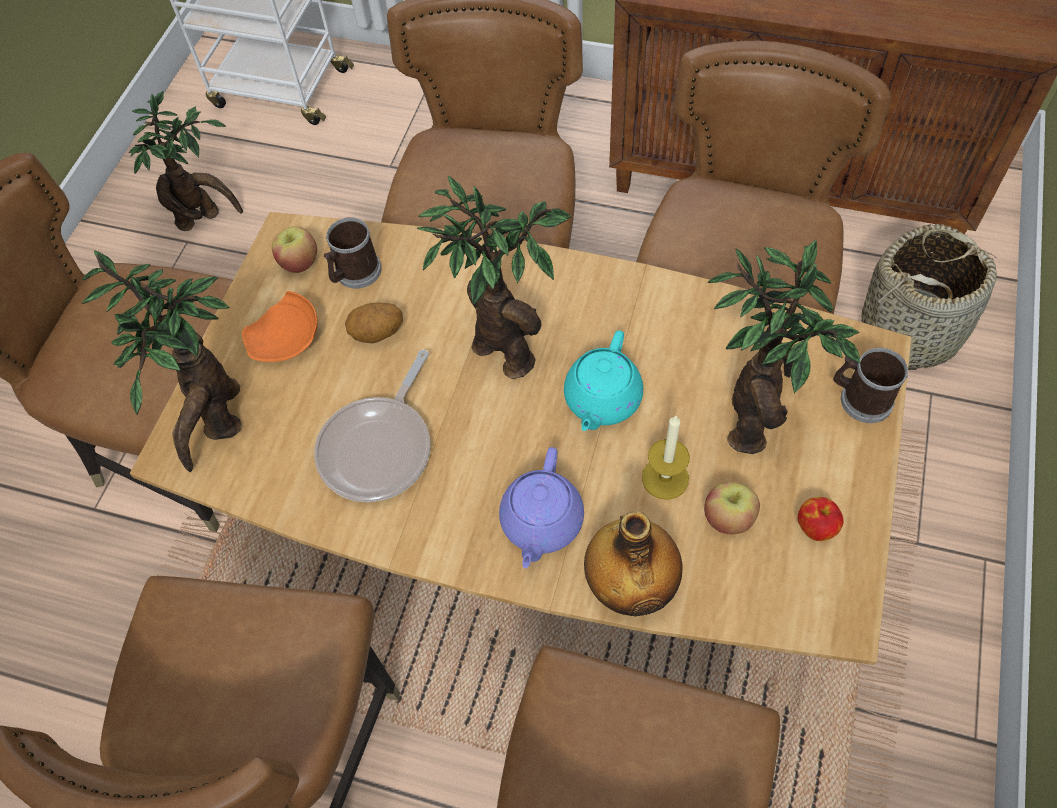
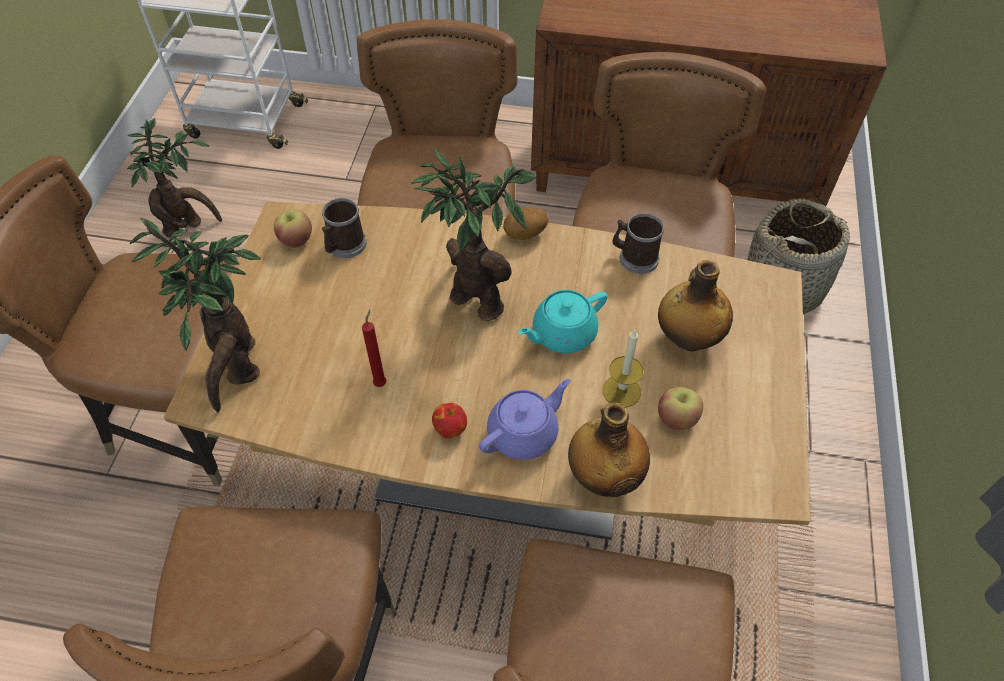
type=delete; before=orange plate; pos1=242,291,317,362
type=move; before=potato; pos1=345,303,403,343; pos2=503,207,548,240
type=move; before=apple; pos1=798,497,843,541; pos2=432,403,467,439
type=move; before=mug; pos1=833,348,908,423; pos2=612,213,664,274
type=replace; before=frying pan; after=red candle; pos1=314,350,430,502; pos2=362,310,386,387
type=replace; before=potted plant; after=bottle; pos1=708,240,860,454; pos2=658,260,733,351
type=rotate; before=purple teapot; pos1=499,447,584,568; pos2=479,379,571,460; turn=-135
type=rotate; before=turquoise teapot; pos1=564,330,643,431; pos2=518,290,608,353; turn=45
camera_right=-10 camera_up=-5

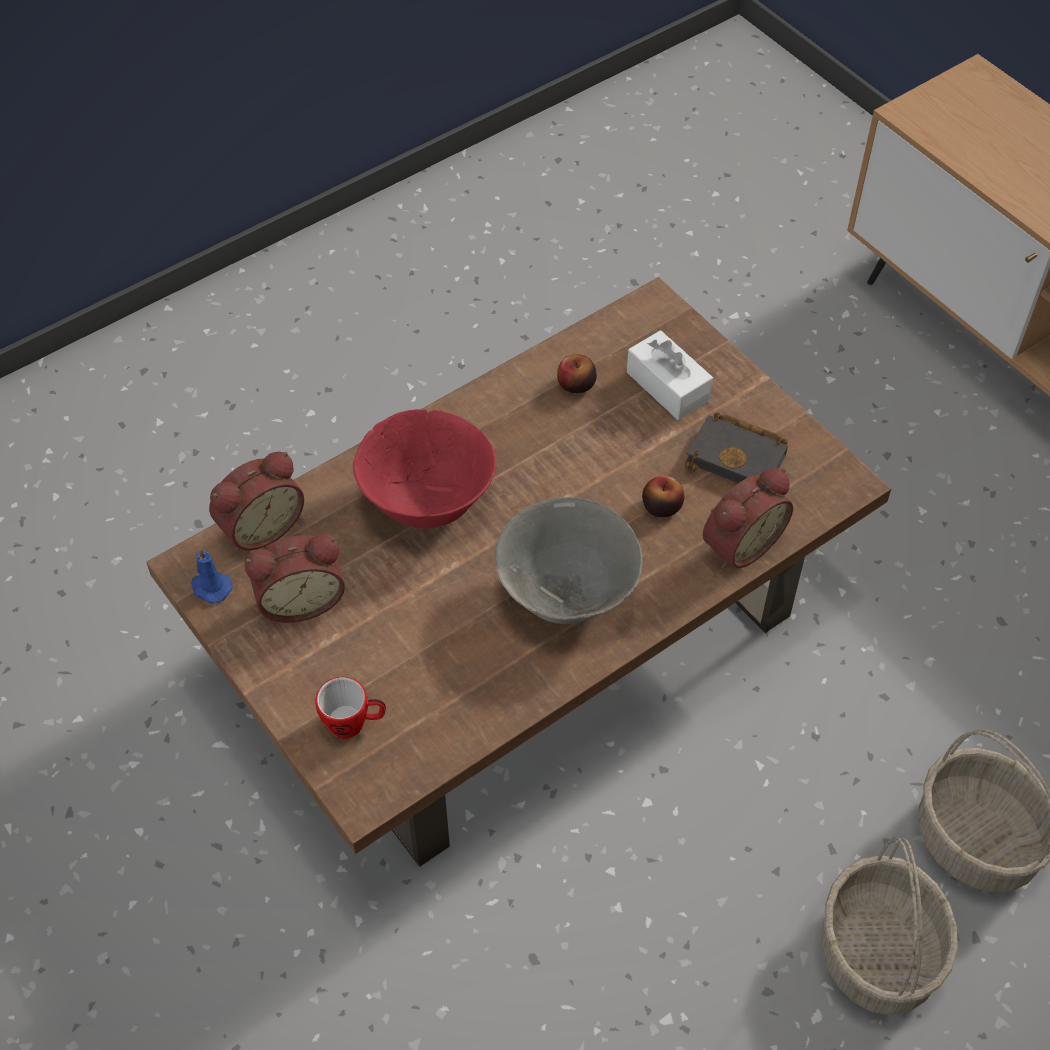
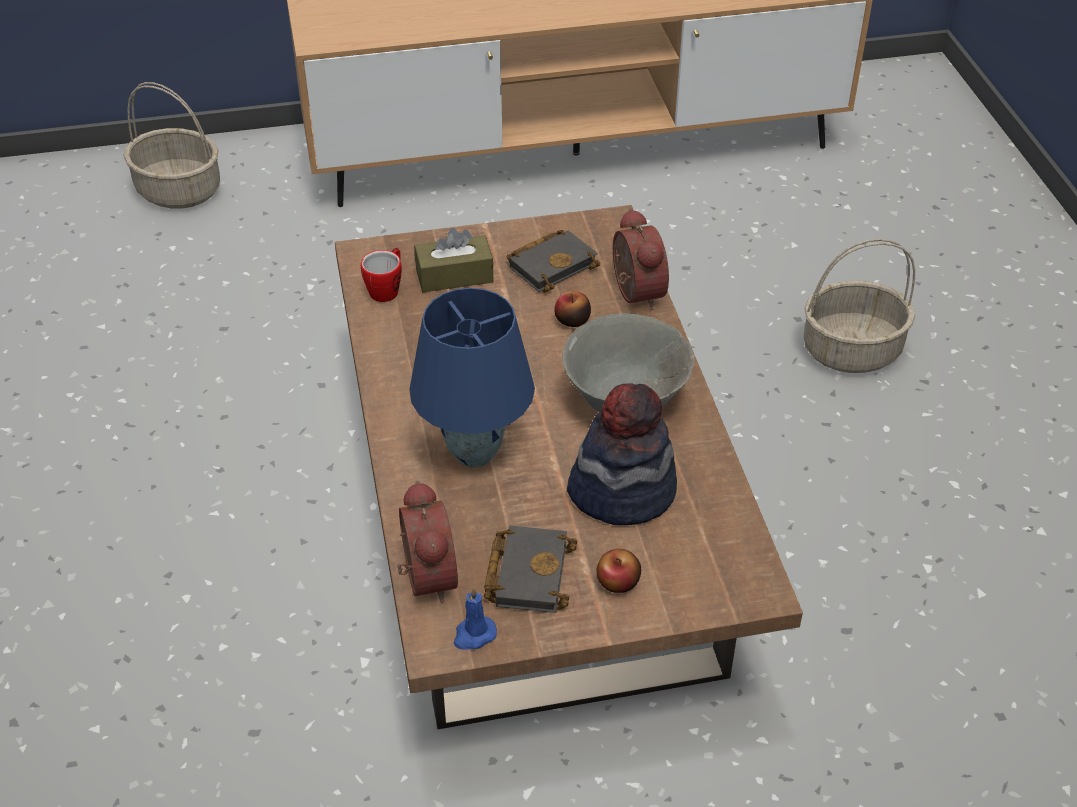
type=insert; after=hat; pos2=567,383,677,525
type=move; before=mug; pos1=315,677,386,739; pos2=361,248,402,302
type=move; before=apple; pos1=557,354,597,393; pos2=596,549,641,593
type=move; before=basket; pos1=822,836,958,1015; pos2=124,82,220,209
type=replace; before=alarm clock; after=black book; pos1=244,534,345,623; pos2=484,526,577,613
type=replace; before=red bowl; after=blue table lamp; pos1=353,409,496,529; pos2=409,288,535,467
type=recolor; before=white tissue box; after=brown tissue box; pos1=627,330,713,420; pos2=414,228,494,292
camera_right=-65 camera_up=-10

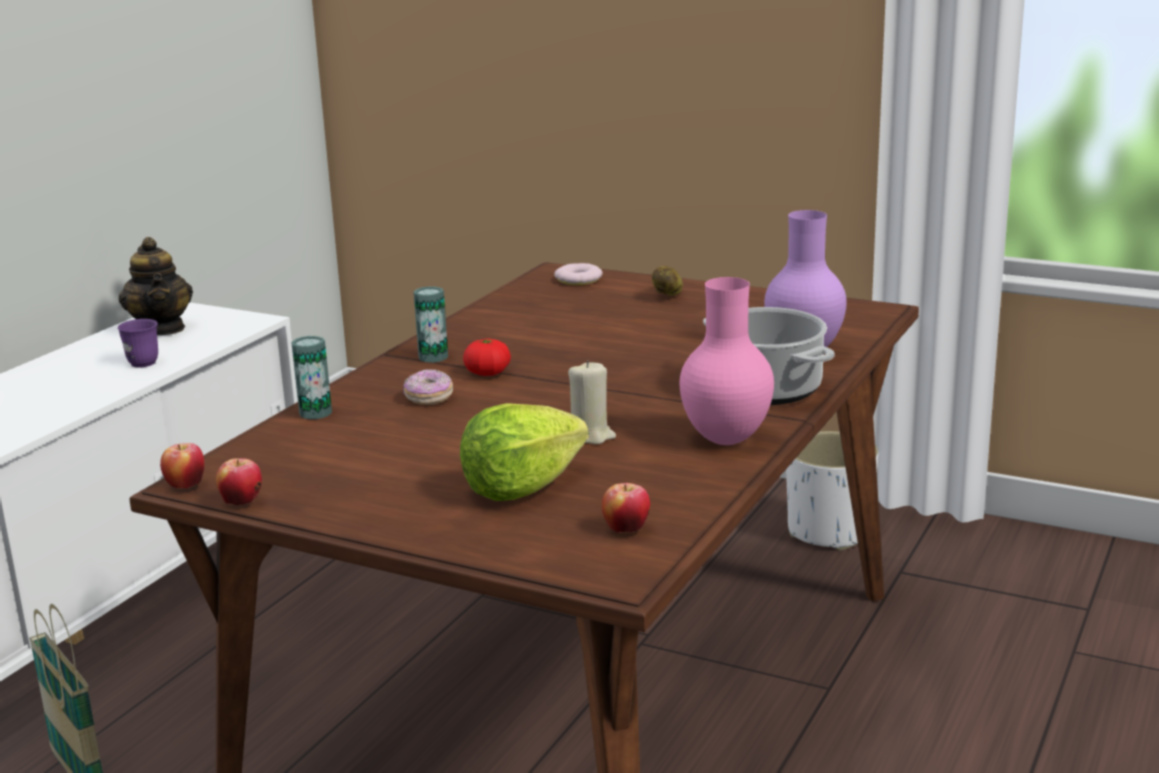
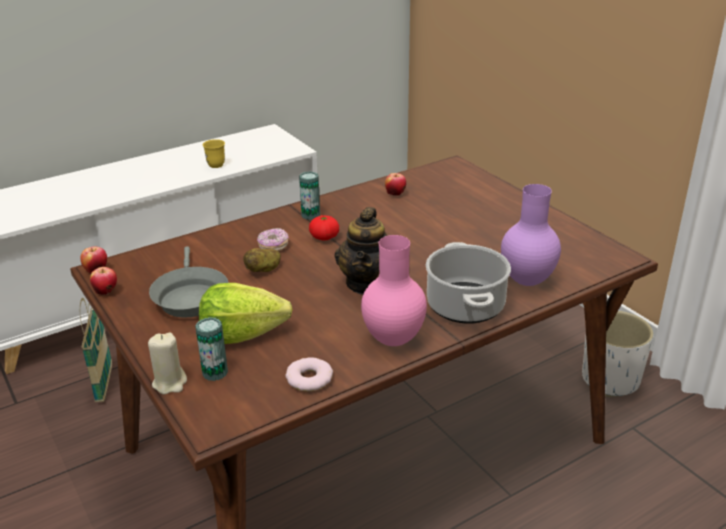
type=insert; after=grey frying pan; pos2=149,246,228,318
type=move; before=teapot; pos1=119,237,193,335; pos2=335,207,387,295
type=move; before=can; pos1=291,336,332,419; pos2=195,317,228,381
type=move; before=donut; pos1=554,263,603,285; pos2=285,358,333,391
type=move; before=beige candle; pos1=568,360,616,444; pos2=148,333,187,394
type=move; before=apple; pos1=602,483,650,533; pos2=385,173,406,196
type=move; before=potato; pos1=652,266,683,296; pos2=243,248,281,272
type=recolor; before=purple mug; after=yellow mug; pos1=118,319,158,367; pos2=203,139,225,168
camera_right=30 camera_up=10

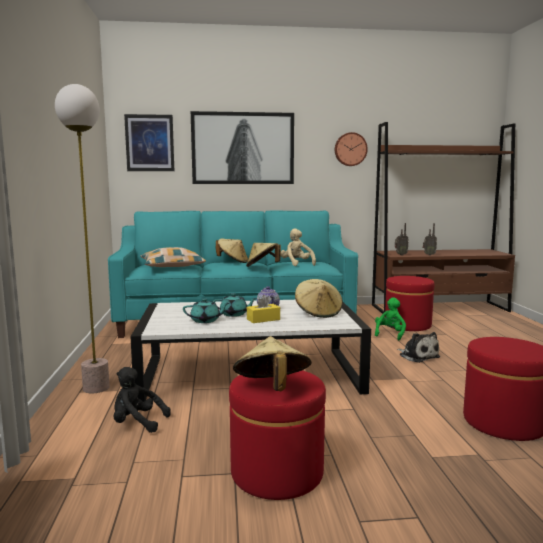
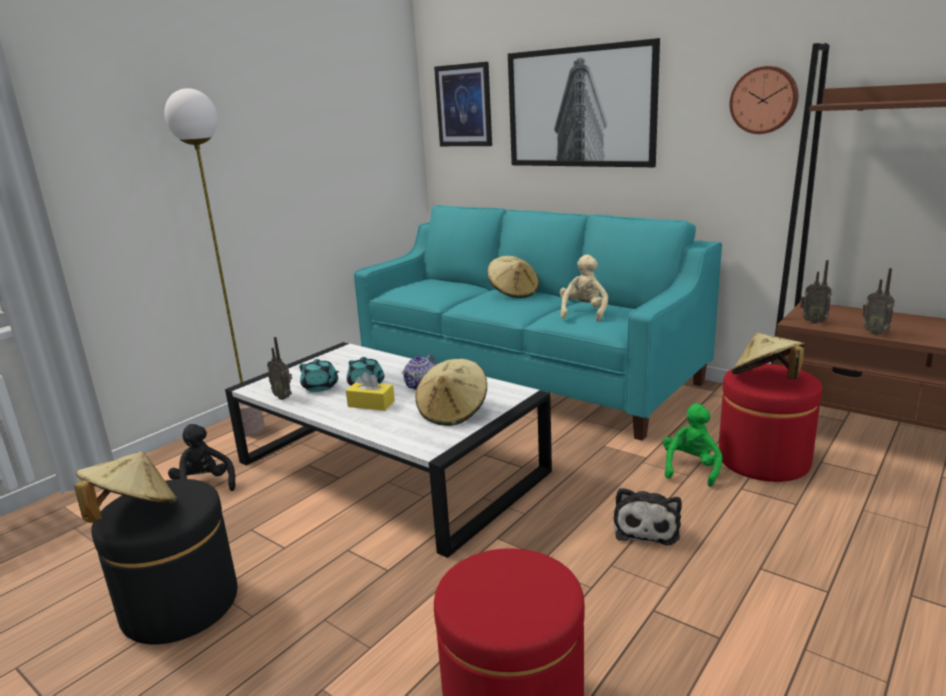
type=delete; before=pillow; pos1=141,247,206,267
type=insert; after=radio; pos2=267,337,292,400
type=move; before=beige hat; pos1=246,243,281,267; pos2=732,333,805,379
type=recolor; before=red ottoman; after=black ottoman; pos1=229,370,326,500; pos2=91,479,237,644
type=rotate; before=green plush toy; pos1=375,297,406,340; pos2=663,403,722,487; turn=-45
camera_right=45 camera_up=10

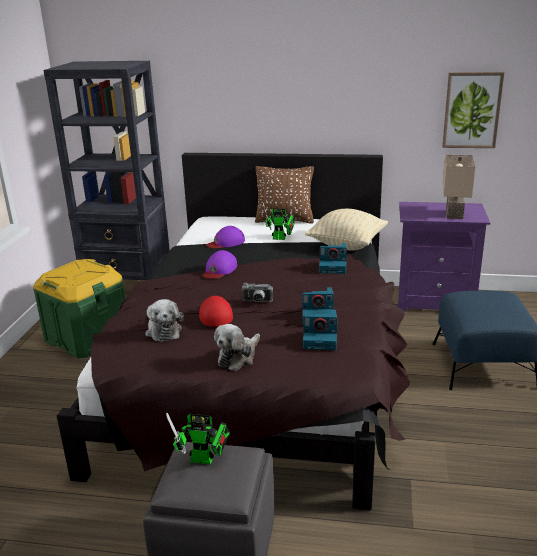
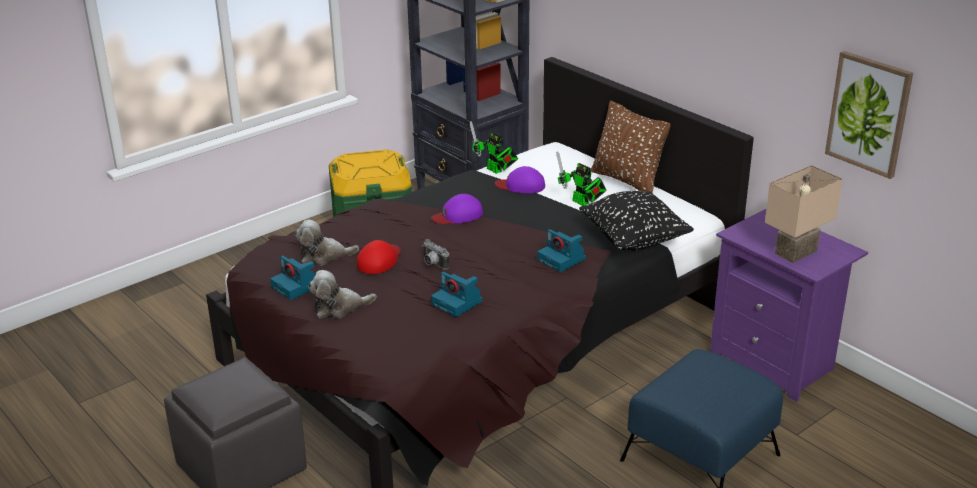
type=move; before=toy robot; pos1=166,413,230,465; pos2=470,121,518,174
type=move; before=photo camera; pos1=303,310,337,350; pos2=270,256,316,300
type=recolor; before=beige pillow; after=black pillow; pos1=305,209,388,250; pos2=579,191,694,251
type=rotate; before=plush toy; pos1=145,299,184,342; pos2=295,219,359,266; turn=60
camera_right=40 camera_up=5

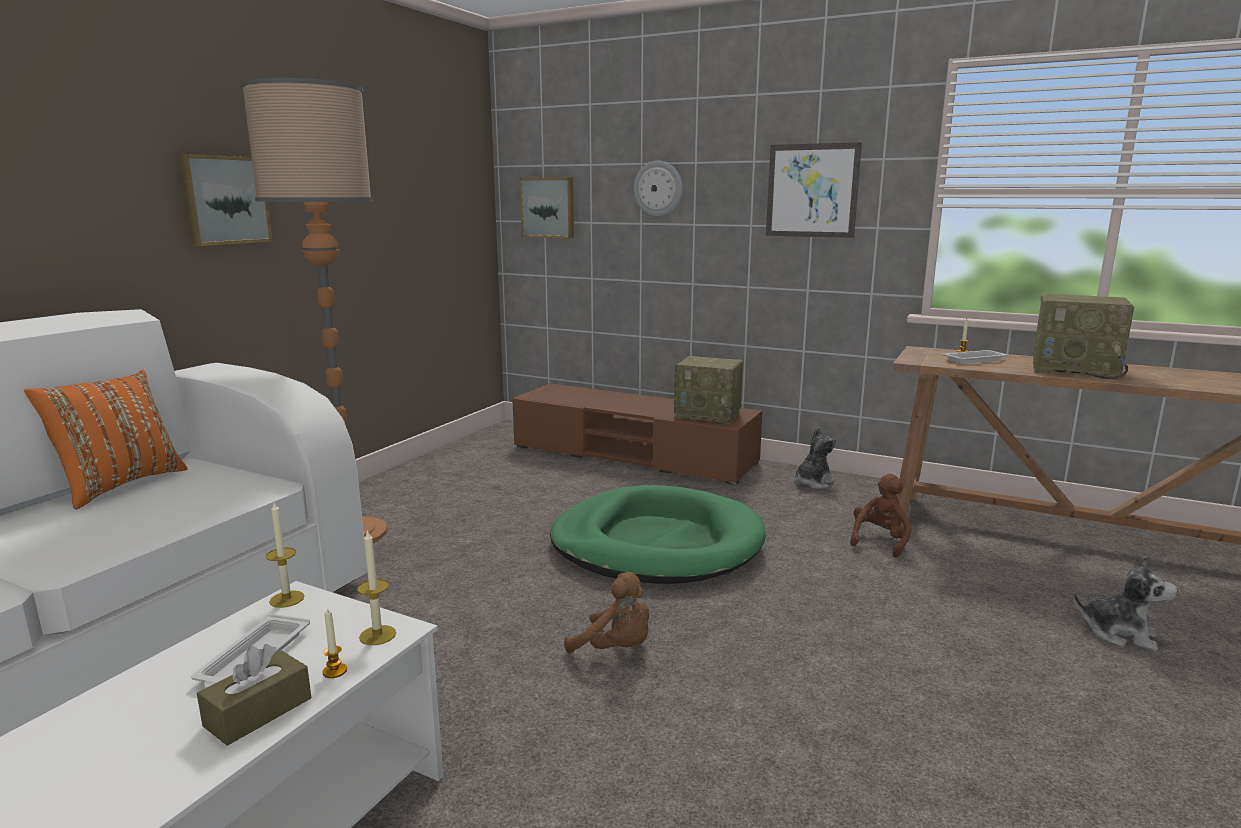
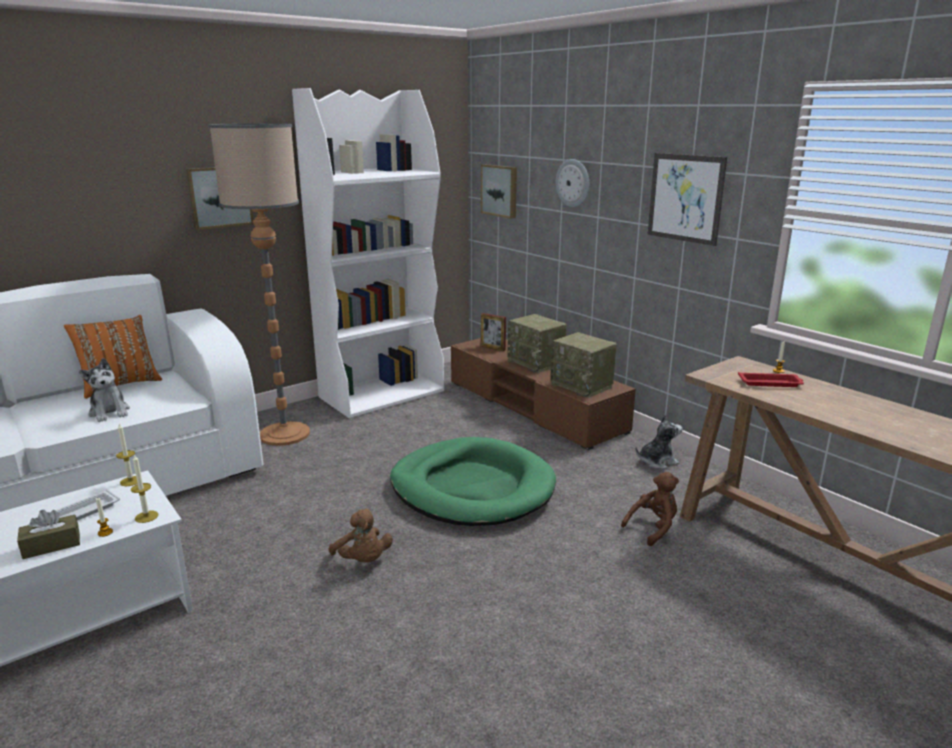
type=insert; after=white bookcase; pos2=292,88,444,418
type=insert; after=picture frame; pos2=481,313,506,351
type=move; before=radio; pos1=1033,294,1134,380; pos2=507,314,566,373
type=move; before=plush toy; pos1=1073,556,1178,651; pos2=79,358,130,422
type=recolor; before=white tray; after=red tray; pos1=942,350,1008,364; pos2=738,372,804,387
camera_right=25 camera_up=5

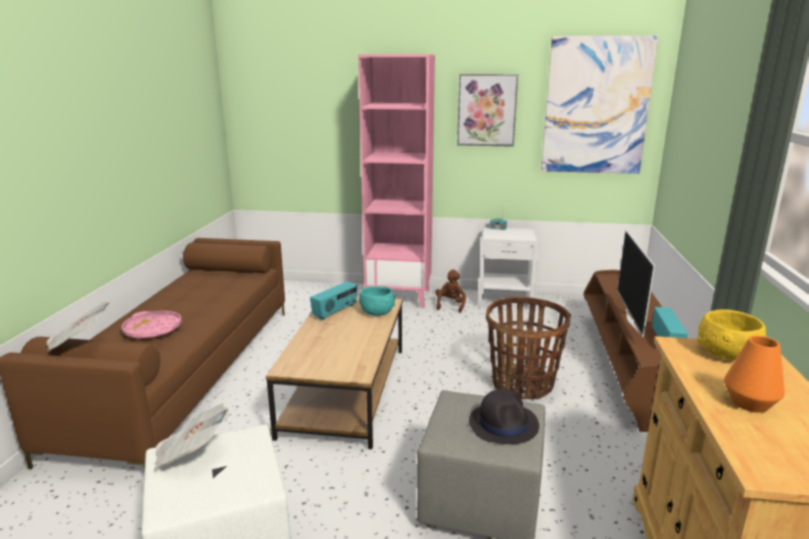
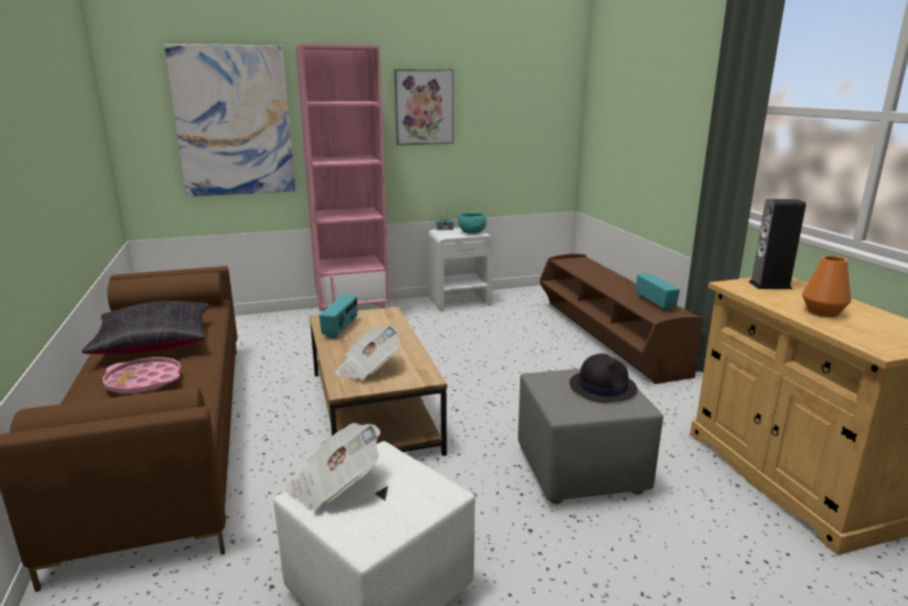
type=delete; before=brown plush toy; pos1=436,270,466,313
type=delete; before=basket; pos1=486,297,571,400
type=delete; before=television; pos1=617,230,655,337
type=insert; after=black pillow; pos2=82,301,210,354
type=move; before=newspaper; pos1=47,301,110,352; pos2=335,326,401,380
type=move; before=turquoise bowl; pos1=359,286,395,316; pos2=458,212,487,234
type=move; before=picture; pos1=541,35,659,174; pos2=164,44,295,197
type=replace; before=yellow bowl; after=speaker; pos1=698,309,766,360; pos2=749,199,806,289
camera_right=-25 camera_up=0

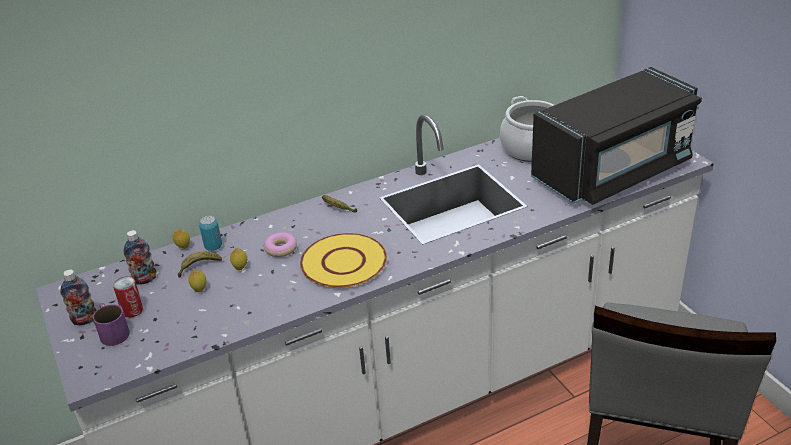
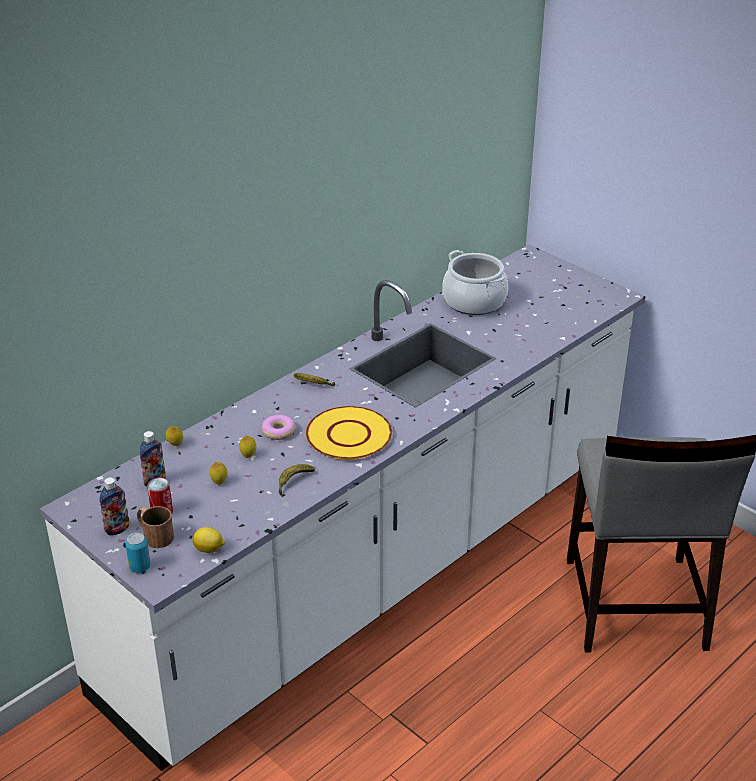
type=delete; before=black microwave; pos1=531,67,702,205
type=insert; after=lemon; pos2=192,527,225,553
type=move; before=banana; pos1=178,252,222,278; pos2=279,464,315,495
type=move; before=can; pos1=199,216,222,251; pos2=125,533,150,573
type=recolor; before=purple mug; after=brown mug; pos1=93,303,130,346; pos2=137,506,174,548
camera_right=-20 camera_up=0

